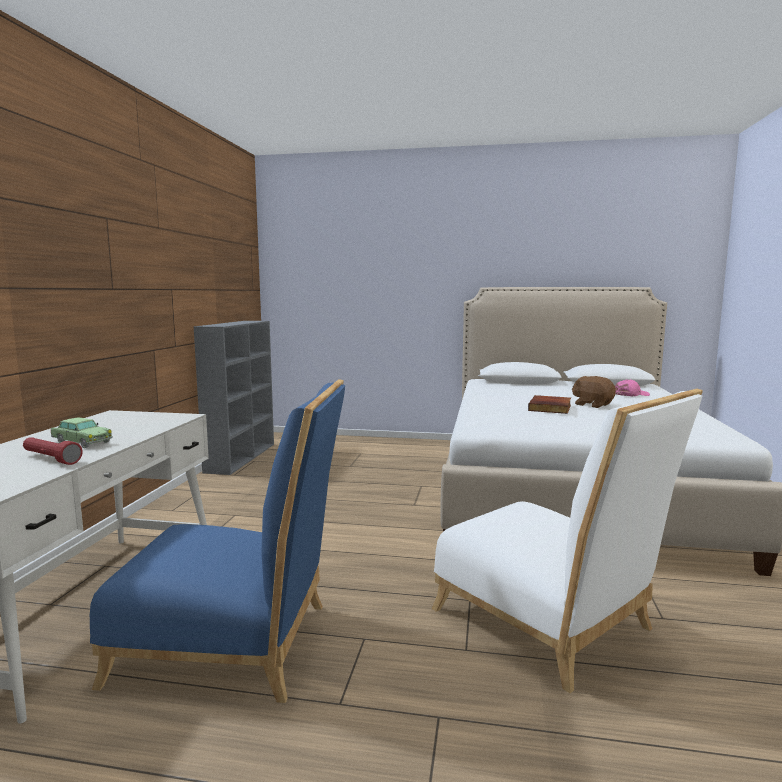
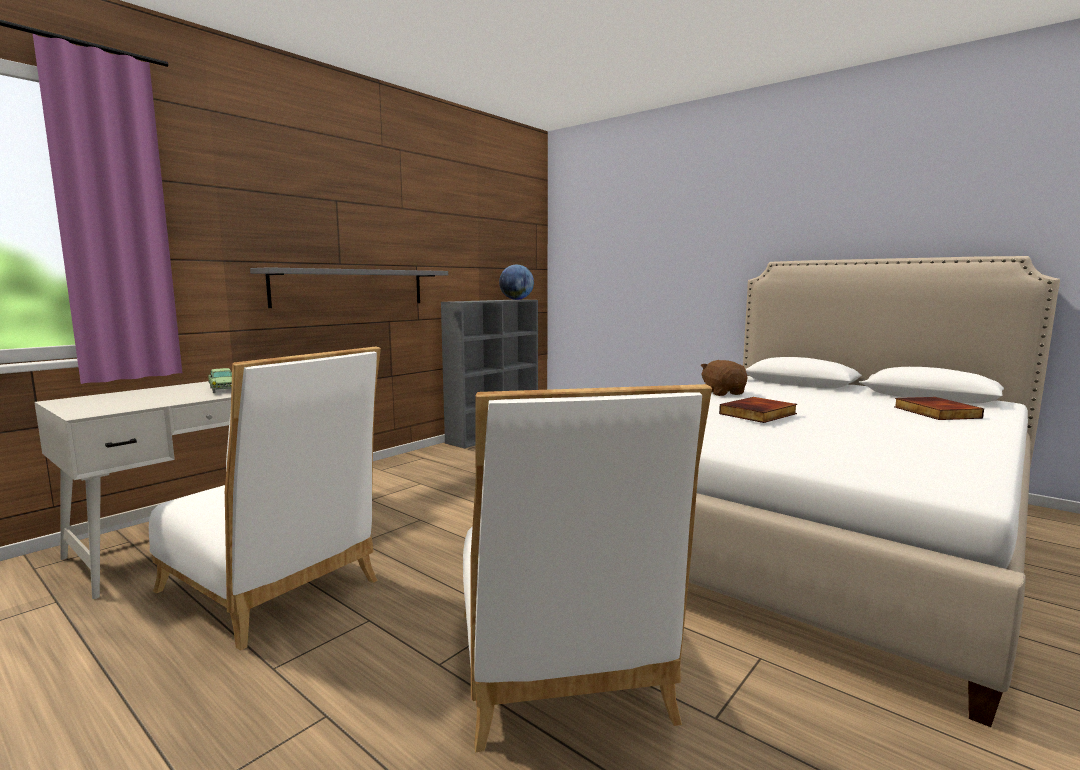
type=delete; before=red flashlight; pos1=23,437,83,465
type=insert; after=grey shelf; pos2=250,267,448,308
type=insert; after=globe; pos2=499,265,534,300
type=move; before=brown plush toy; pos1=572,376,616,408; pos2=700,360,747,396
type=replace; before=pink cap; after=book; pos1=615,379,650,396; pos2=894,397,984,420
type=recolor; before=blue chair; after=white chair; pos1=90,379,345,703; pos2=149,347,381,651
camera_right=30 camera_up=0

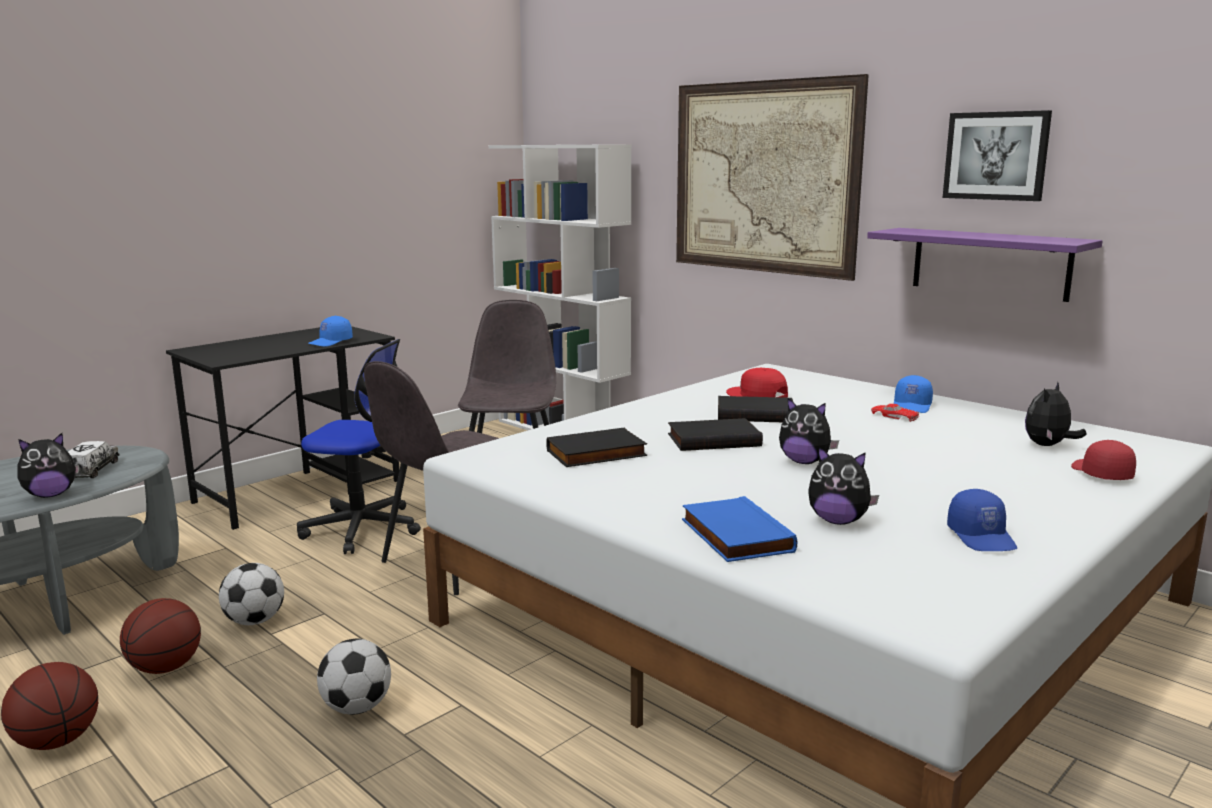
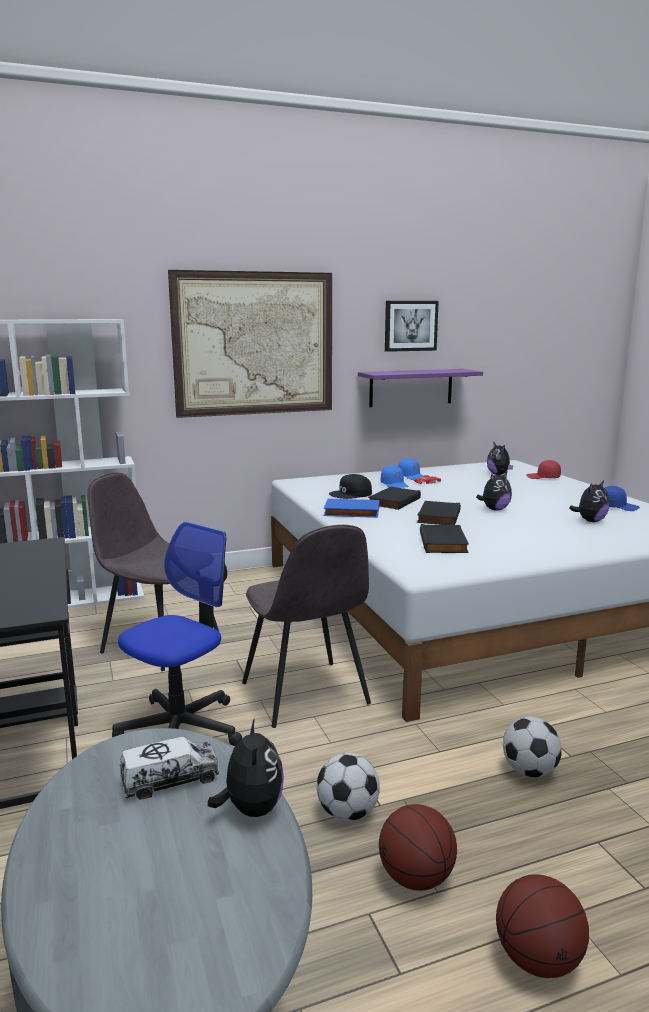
type=move; before=blue cap; pos1=308,316,353,347; pos2=381,465,409,488
type=move; before=blue book; pos1=682,496,797,562; pos2=324,499,379,518
type=recolor; before=red cap; after=black cap; pos1=726,368,788,398; pos2=329,474,372,499
type=rotate; before=toy truck; pos1=68,441,119,478; pos2=120,737,219,800; turn=135
camera_right=-65 camera_up=0

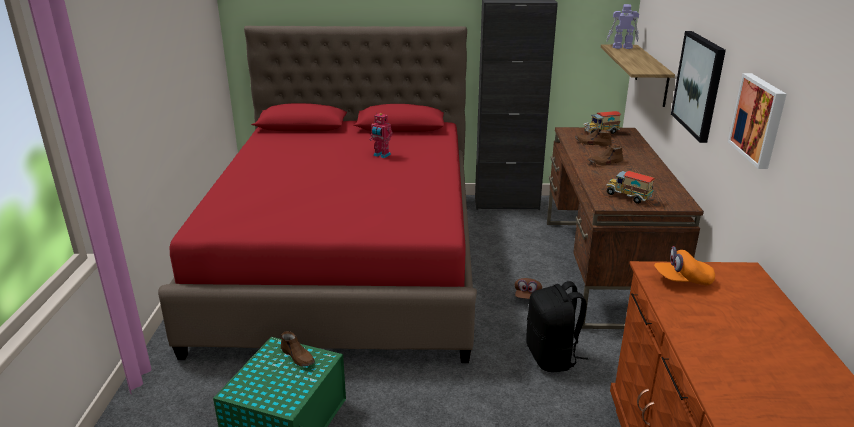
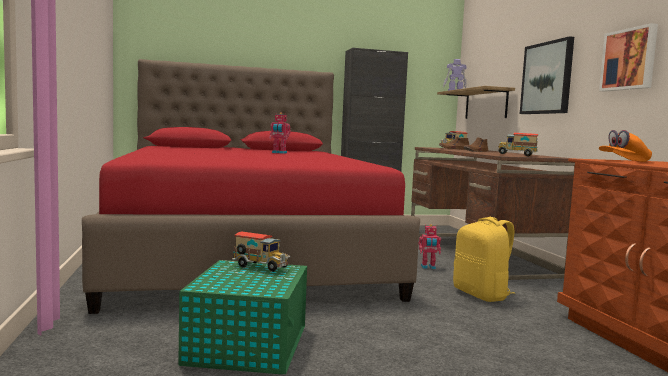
type=replace; before=brown shoe; after=toy truck; pos1=281,331,315,367; pos2=232,231,291,272
type=replace; before=brown cap; after=toy robot; pos1=515,278,542,299; pos2=419,224,441,269
type=recolor; before=black backpack; after=yellow backpack; pos1=526,281,588,372; pos2=453,217,515,302
camera_right=-15 camera_up=-20

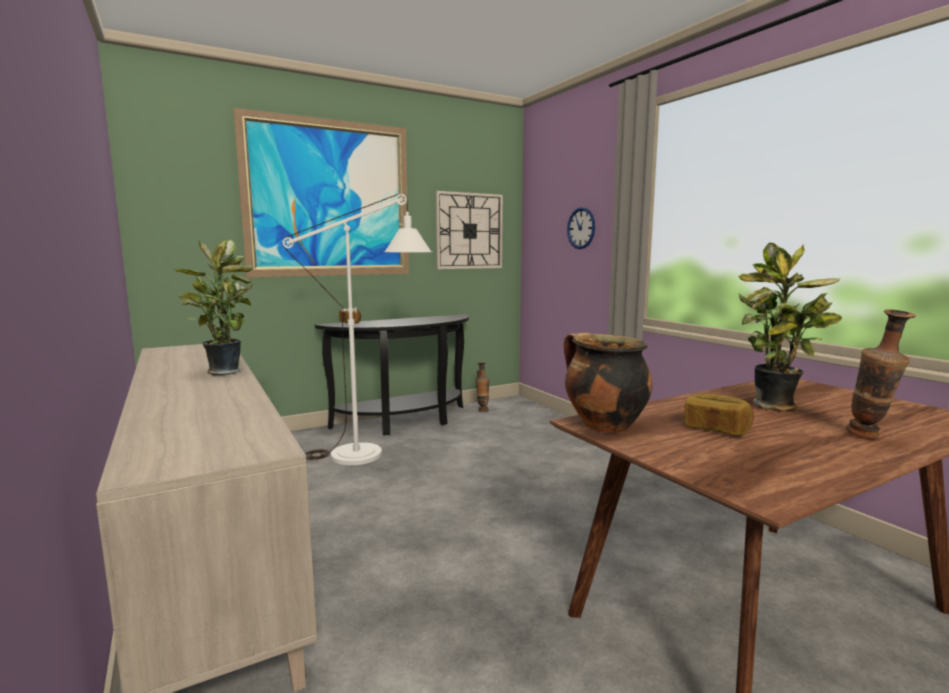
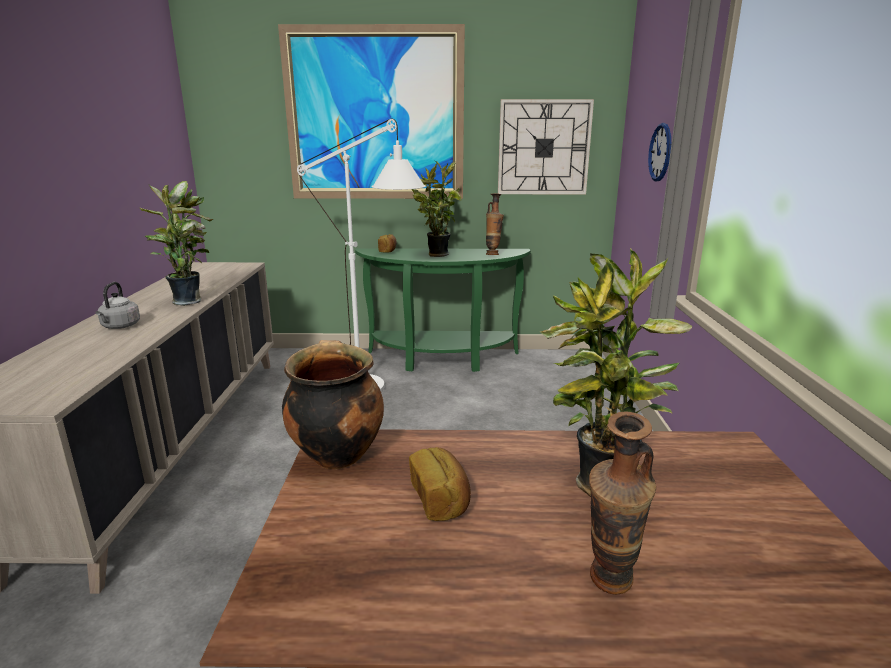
type=insert; after=grey kettle; pos2=95,282,140,329
type=insert; after=potted plant; pos2=412,161,461,257
type=move; before=vase; pos1=475,362,489,411; pos2=486,193,504,255
type=recolor; before=black console table; after=green console table; pos1=315,314,469,435; pos2=355,248,531,372
camera_right=30 camera_up=10

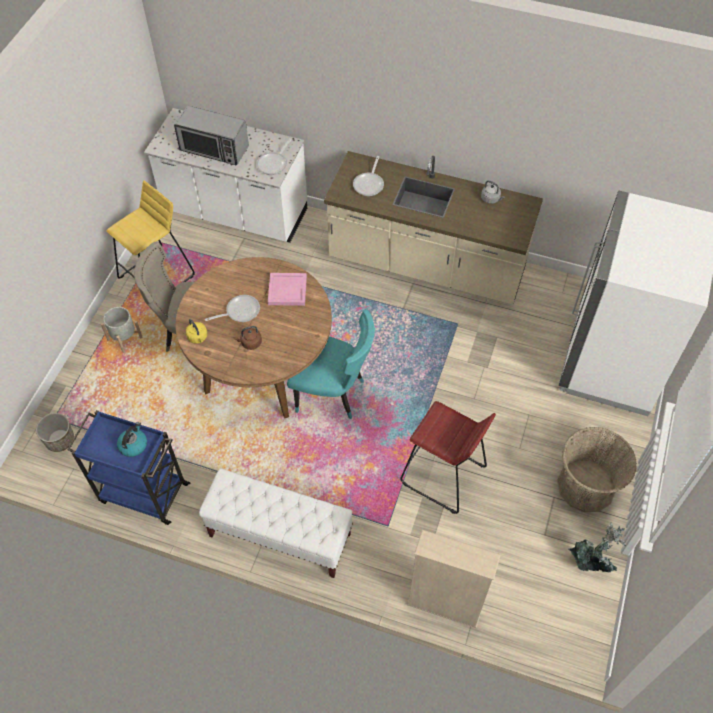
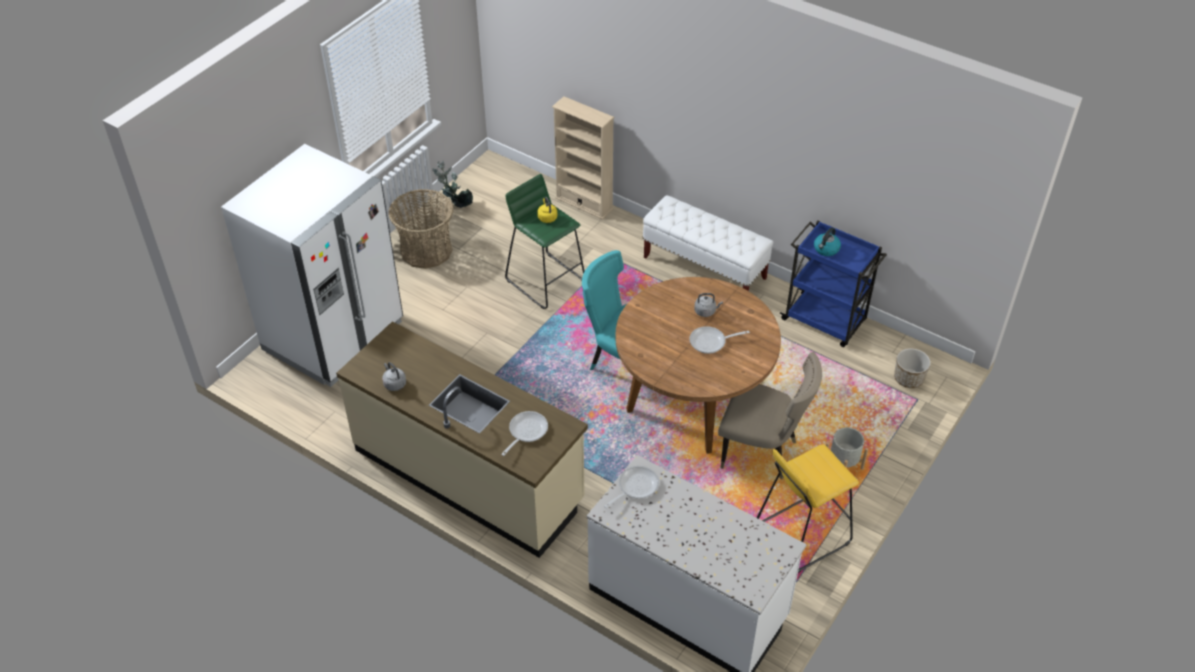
type=delete; before=microwave; pos1=174,105,249,166
type=delete; before=pink tray; pos1=268,273,307,306
type=move; before=yellow kettle; pos1=186,319,207,344; pos2=537,197,557,223
type=recolor; before=brown kettle; after=grey kettle; pos1=234,326,262,350; pos2=694,293,723,317
type=recolor; before=red stool; after=green stool; pos1=400,401,496,514; pos2=505,174,584,309
camera_right=-165 camera_up=-10

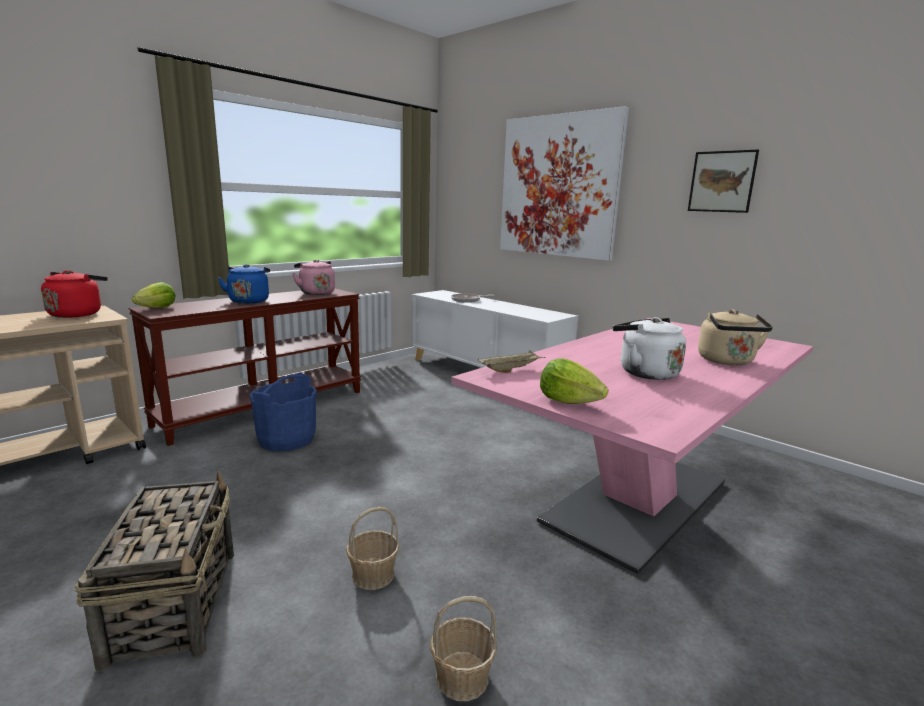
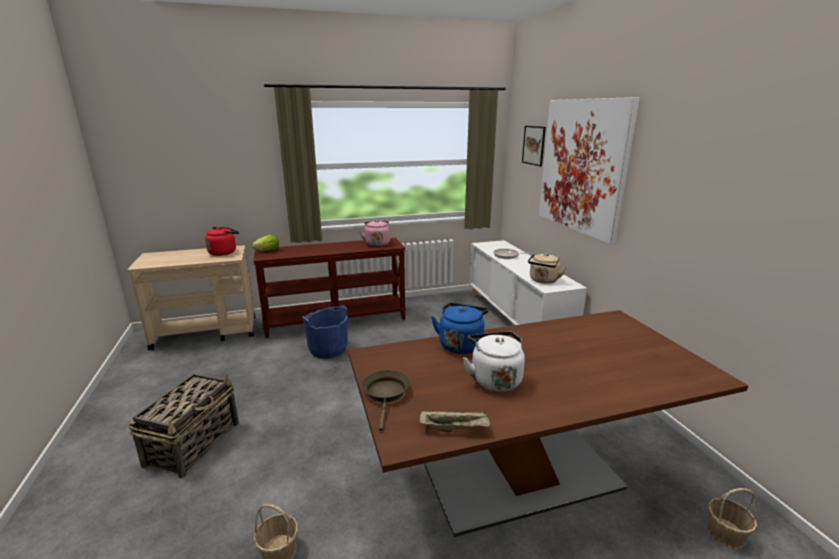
type=move; before=blue kettle; pos1=218,264,270,304; pos2=431,303,488,354
type=move; before=basket; pos1=346,507,399,590; pos2=707,488,758,549
type=move; before=beige tray; pos1=478,350,546,373; pos2=419,410,490,433
type=move; before=picture; pos1=688,150,759,213; pos2=522,126,546,167
type=move; before=beige kettle; pos1=698,309,773,365; pos2=528,253,567,284
type=replace; before=lettuce; after=brown frying pan; pos1=540,359,608,404; pos2=362,370,410,431
type=recolor; before=pink dining table; after=brown dining table; pos1=451,318,813,574; pos2=348,310,748,537
camera_right=30 camera_up=5

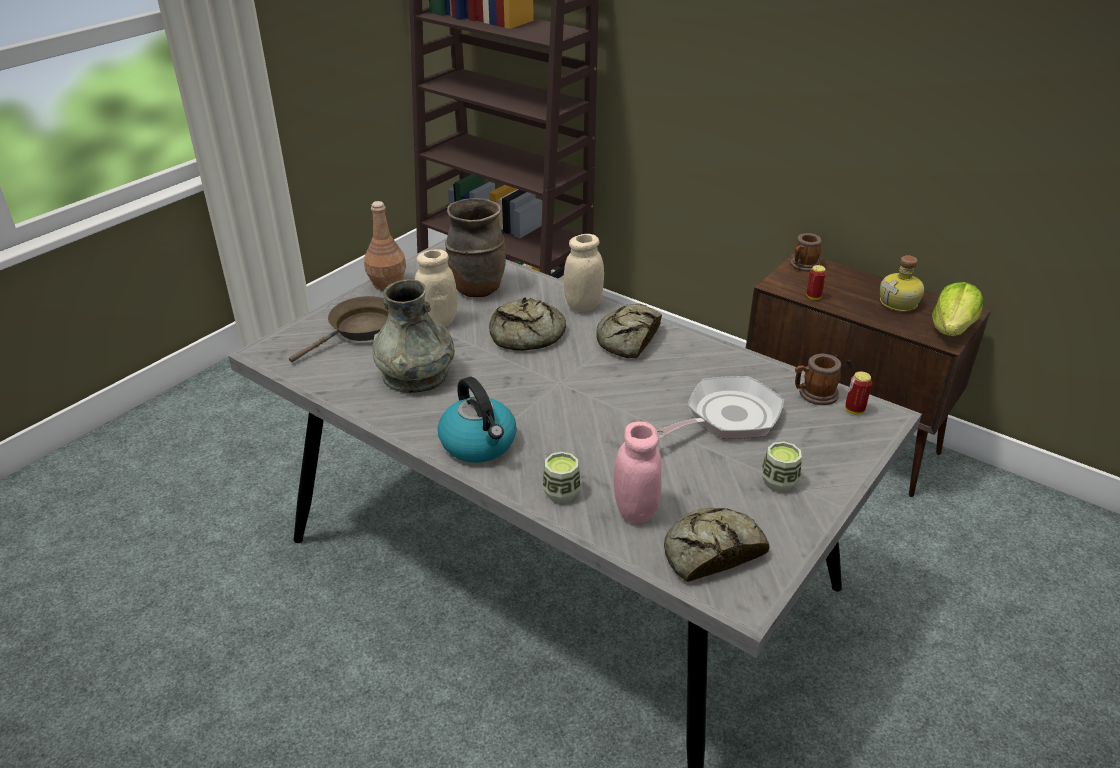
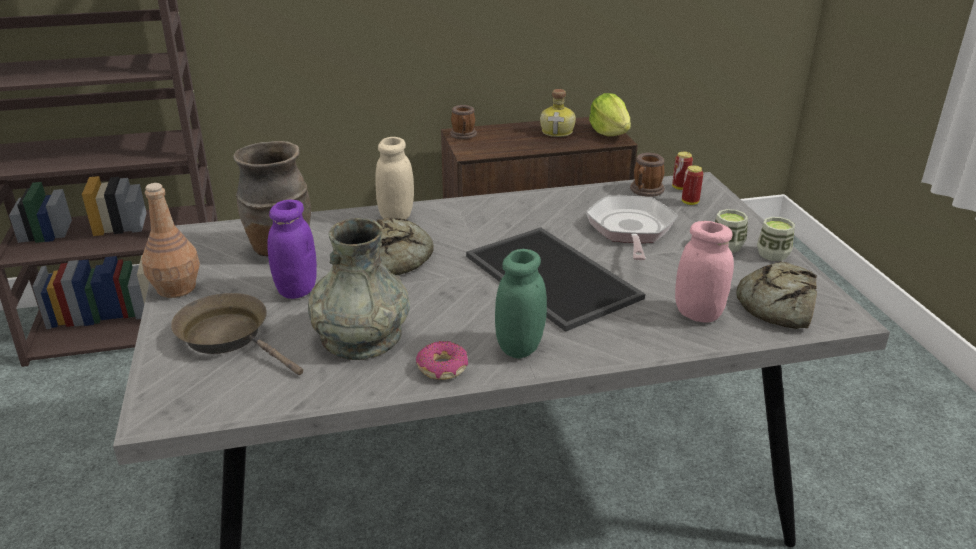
type=delete; before=bread; pos1=596,304,662,359
type=insert; after=donut; pos2=416,341,468,380
type=insert; after=tray; pos2=466,227,645,332
type=move; before=cup; pos1=542,452,581,503; pos2=757,217,795,261
type=move; before=can; pos1=806,265,826,300; pos2=682,165,703,205
type=replace; before=kettle; after=green jar; pos1=438,377,517,463; pos2=495,249,547,359
type=recolor; before=beige jar; after=purple jar; pos1=415,249,458,327; pos2=268,200,317,299
type=rotate; before=brown frying pan; pos1=289,296,389,362; pos2=171,293,303,375; turn=-45
camera_right=-50 camera_up=-5

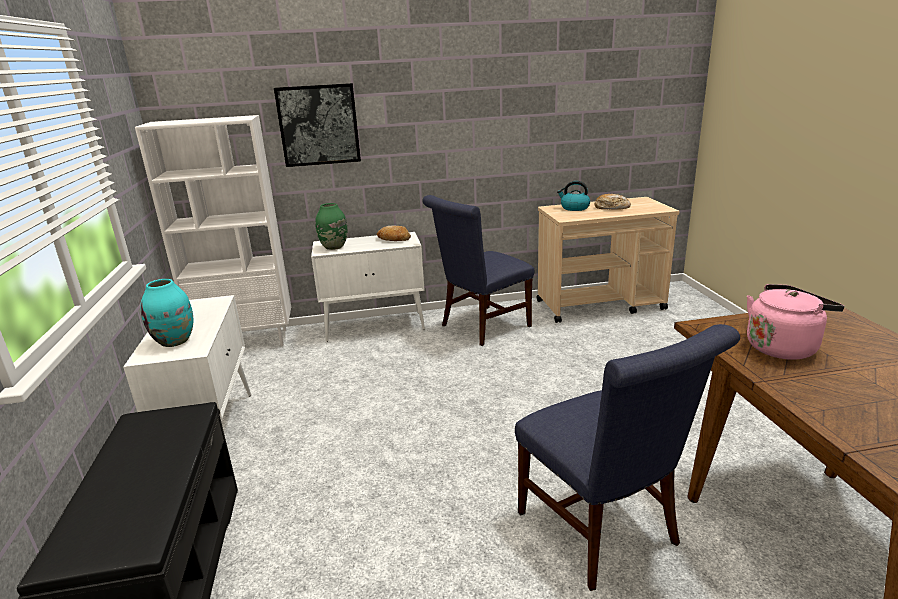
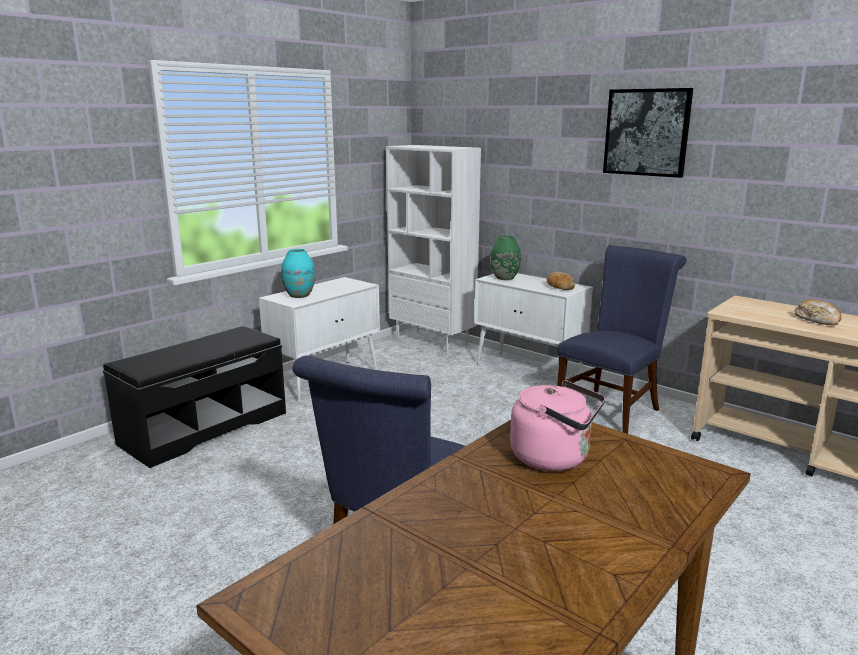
type=delete; before=kettle; pos1=557,181,590,211
type=move; before=picture; pos1=274,83,361,167; pos2=603,88,693,178
type=rotate; before=blue chair; pos1=422,195,535,346; pos2=557,245,686,434; turn=120
camera_right=50 camera_up=-5

